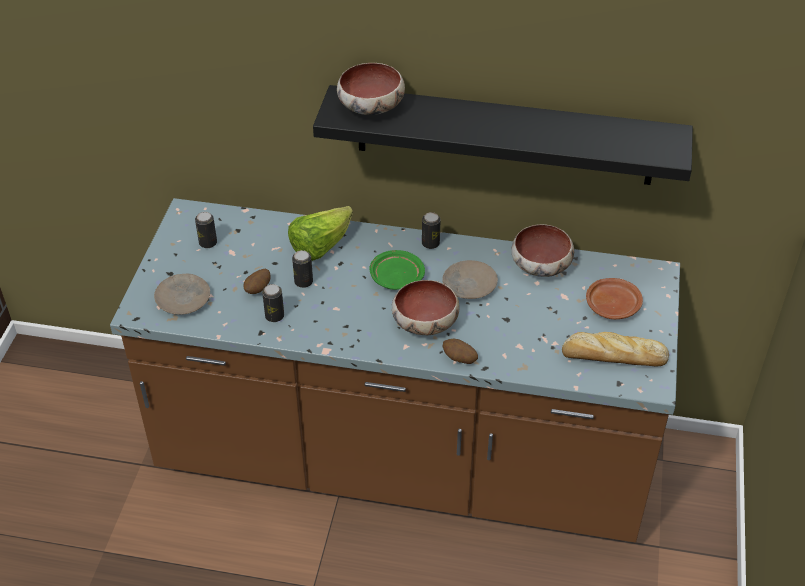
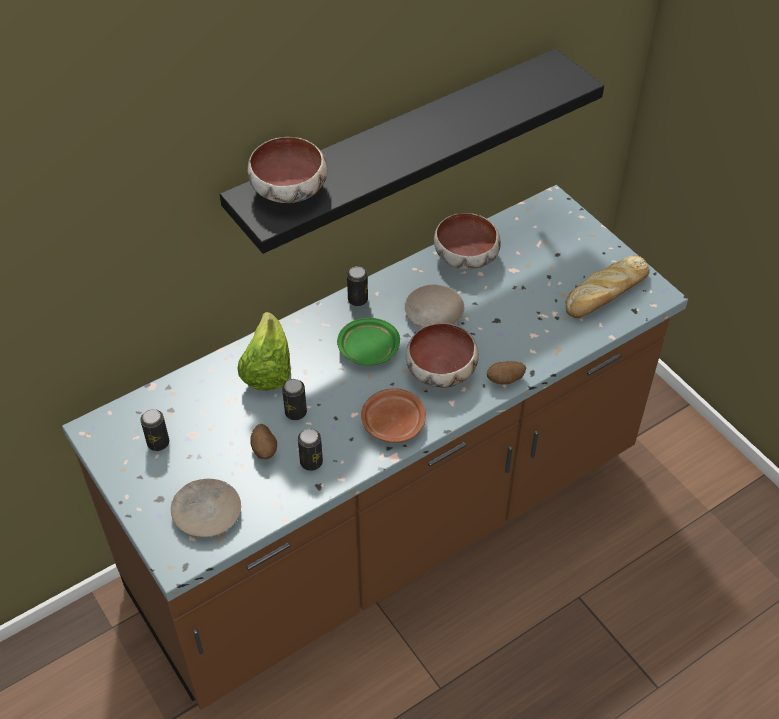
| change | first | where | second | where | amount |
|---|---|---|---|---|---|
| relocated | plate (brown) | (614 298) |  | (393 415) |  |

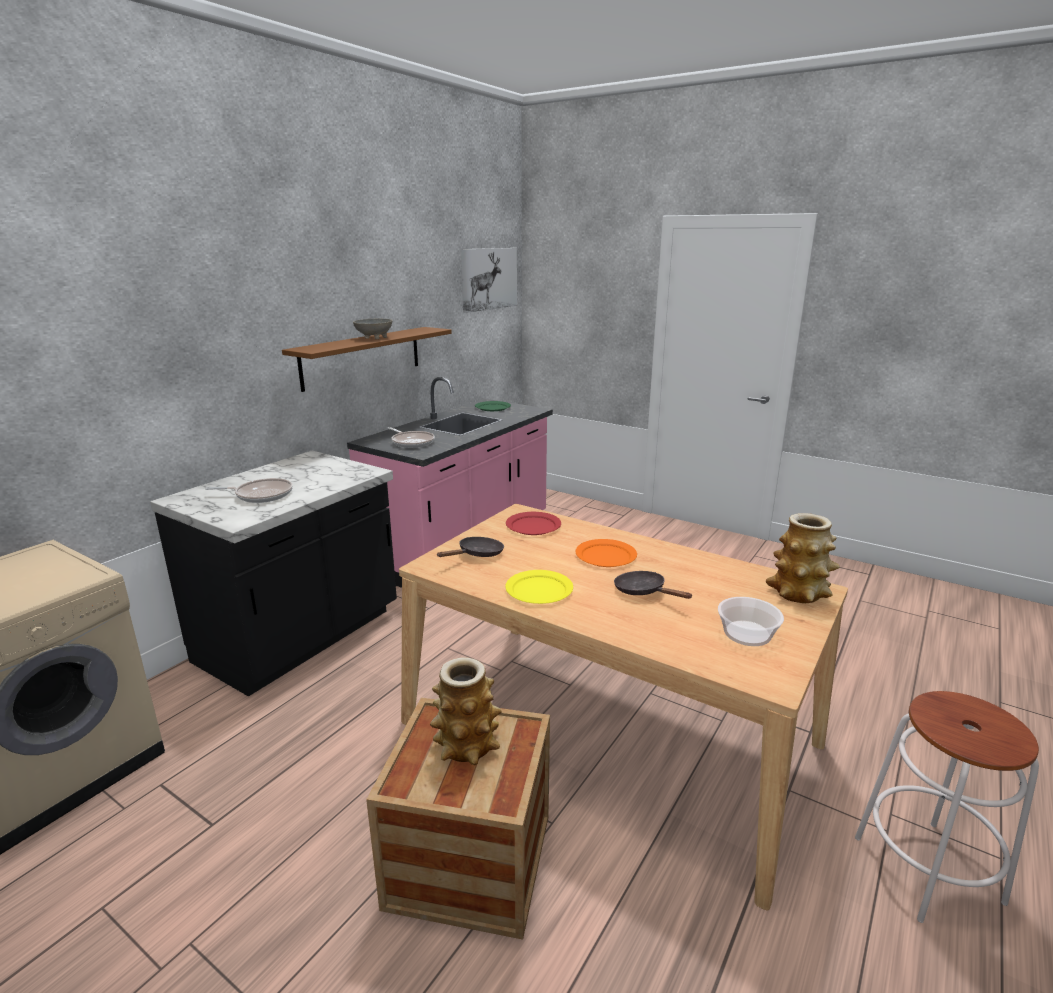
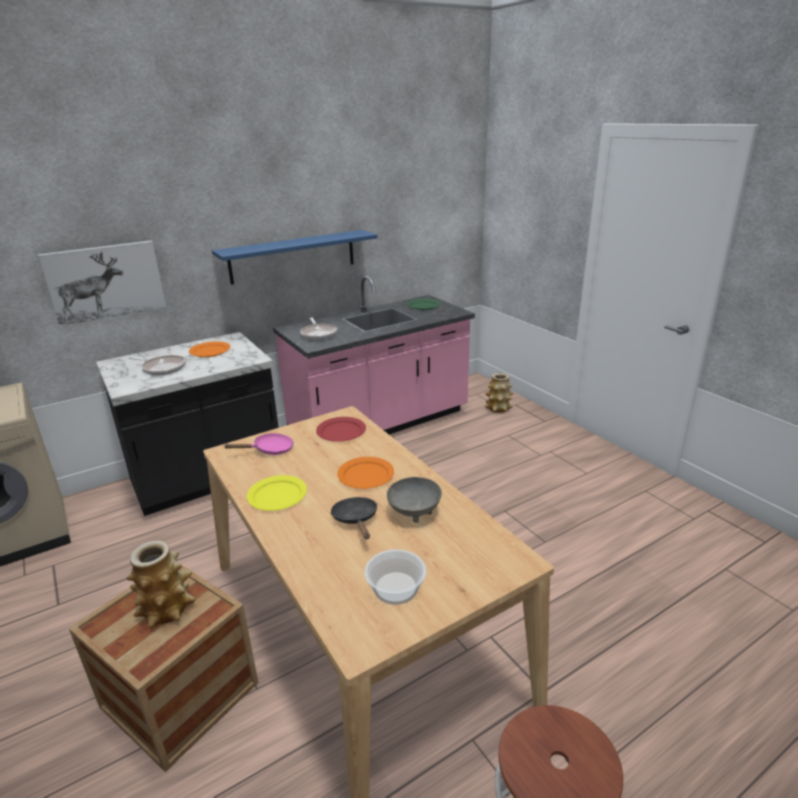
| change | first | where | second | where | amount |
|---|---|---|---|---|---|
| relocated | picture | (489 280) |  | (102 283) |  |
| appeared |  |  | plate (orange) | (209 349) |  |
| colour | shelf (brown) | (367 359) | shelf (blue) | (295 257) |  |
| colour | frying pan (black) | (470 547) | frying pan (pink) | (259 444) |  |
| relocated | bowl (grey) | (373 329) |  | (414 500) |  |
| relocated | vase | (803 558) |  | (499 393) |  |

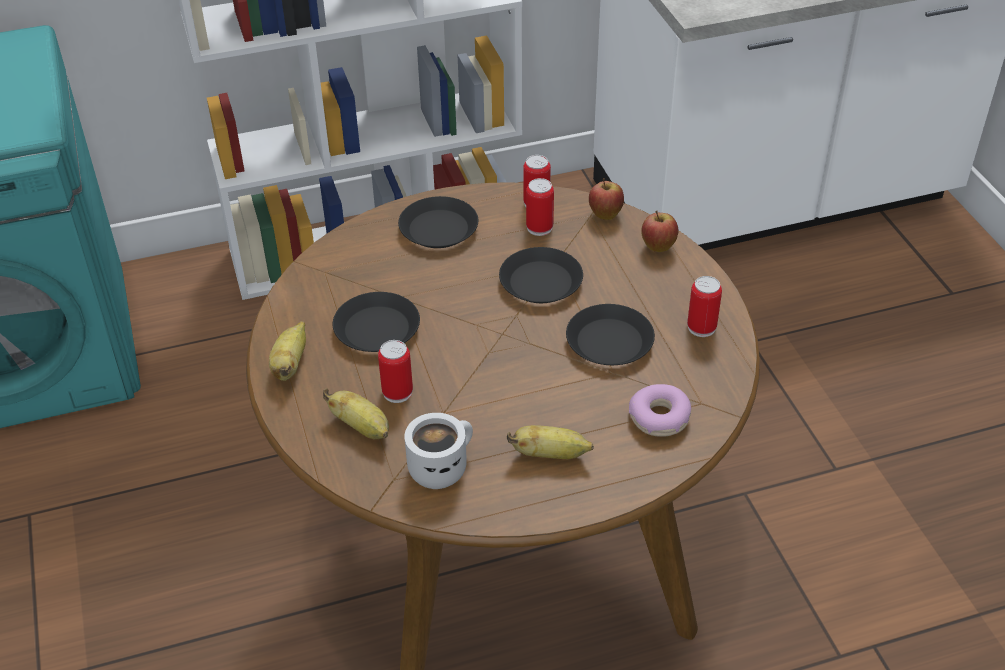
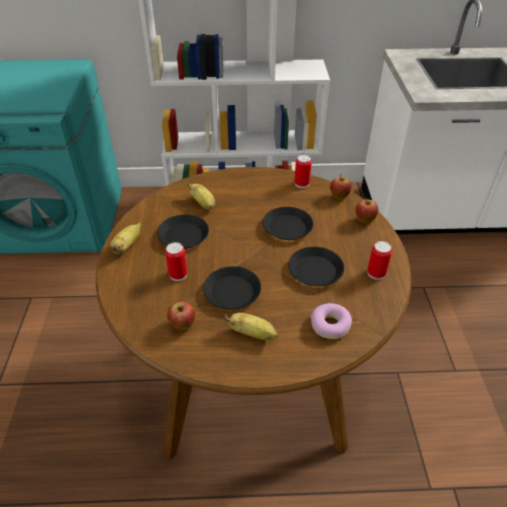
| change | first | where | second | where | amount |
|---|---|---|---|---|---|
| exchanged | mug (white) | (438 451) | apple | (181 316) |  |
| relocated | banana | (356 413) |  | (201 195) |  |
| relocated | plate (black) | (438 222) |  | (232 287) |  |
| missing | can | (540 207) |  |  |  |

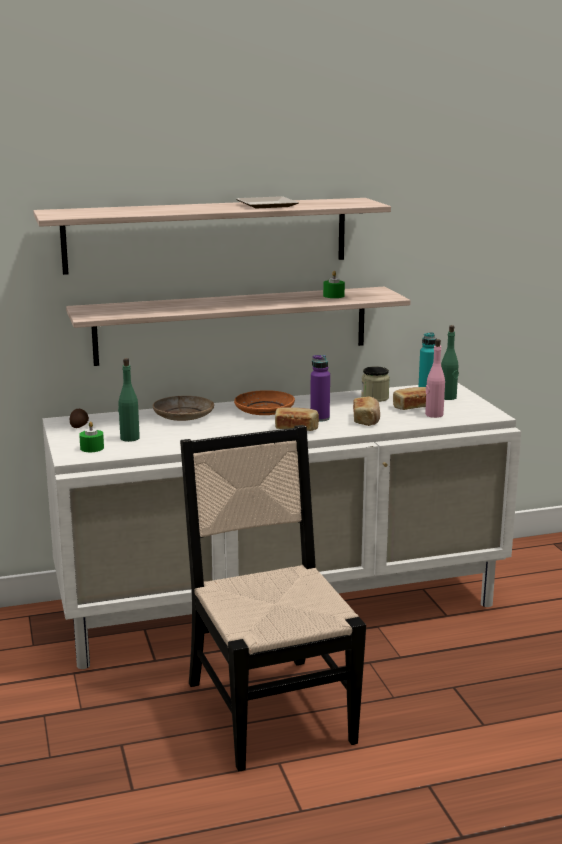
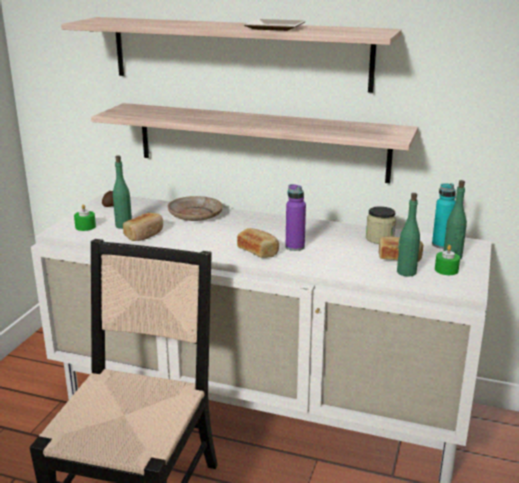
| change | first | where | second | where | amount |
|---|---|---|---|---|---|
| relocated | bread | (366 411) |  | (143 227) |  |
| colour | bottle (pink) | (435 378) | bottle (green) | (408 235) |  |
| relocated | candle (green) | (334 284) |  | (447 260) |  |
| missing | plate (orange) | (264 402) |  |  |  |

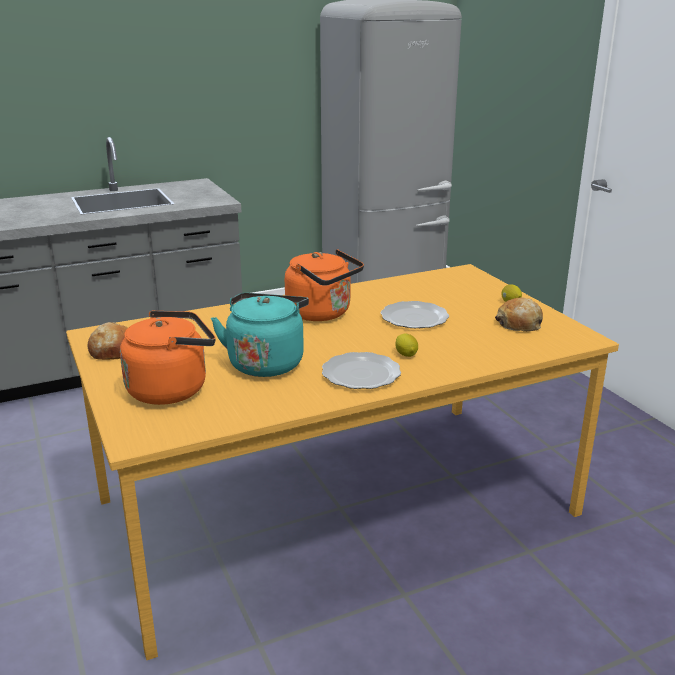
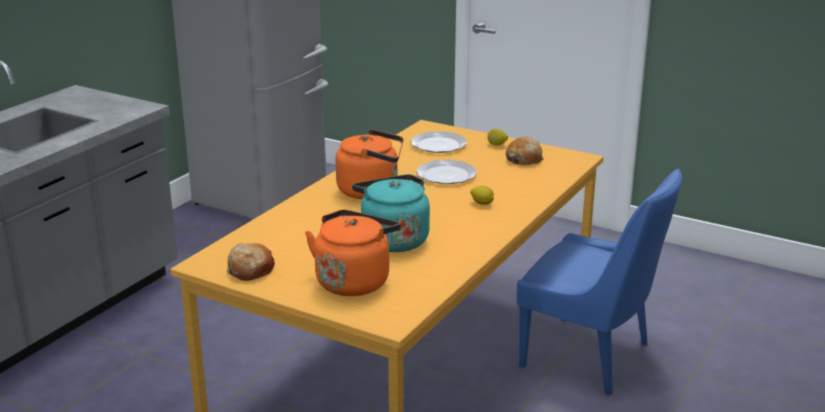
| change | first | where | second | where | amount |
|---|---|---|---|---|---|
| relocated | plate | (361 370) |  | (438 142) |  |
| appeared |  |  | chair (blue) | (599 282) |  |

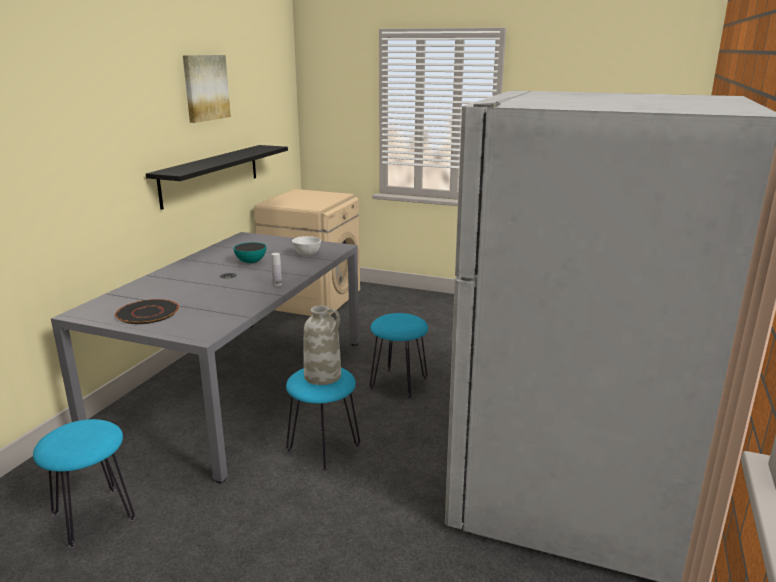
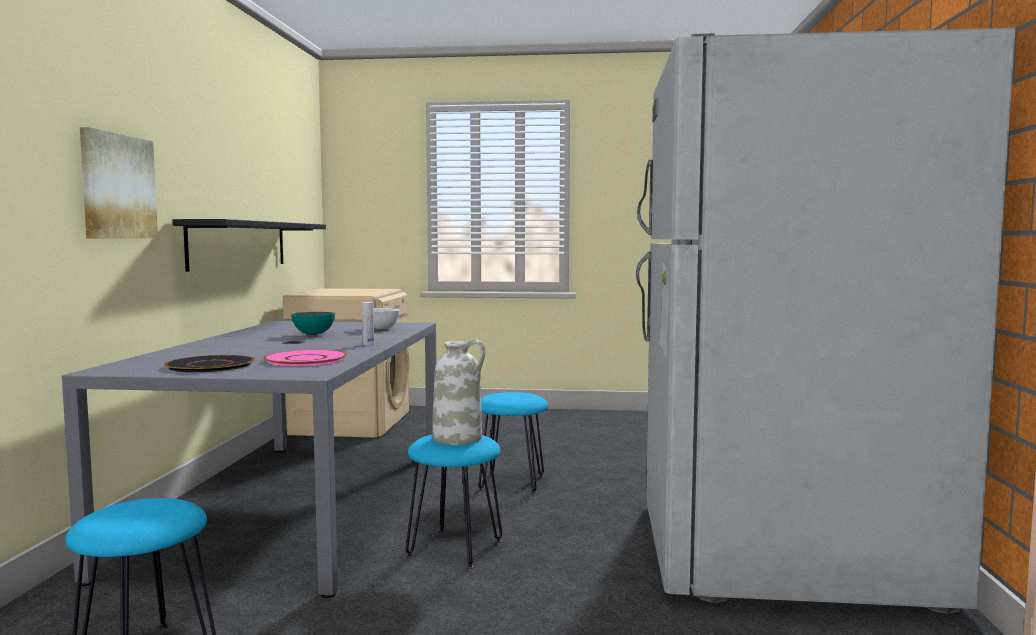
| change | first | where | second | where | amount |
|---|---|---|---|---|---|
| relocated | picture | (207 89) |  | (119 183) |  |
| appeared |  |  | plate (pink) | (305 358) |  |

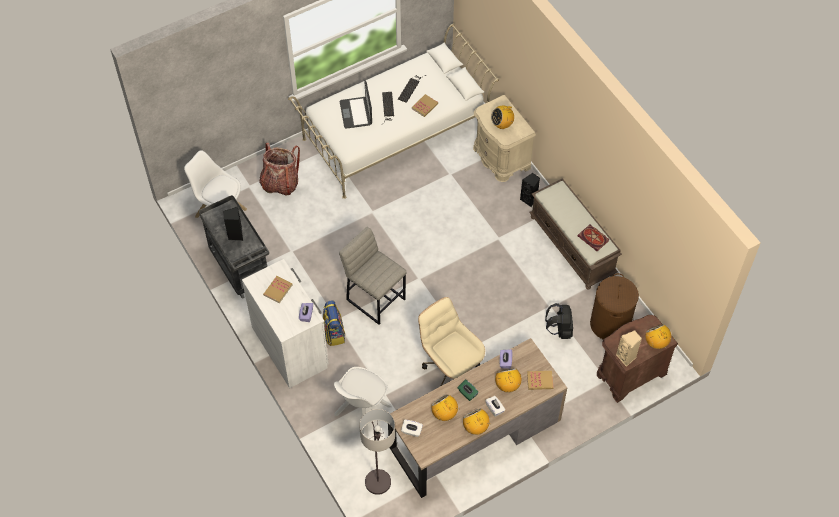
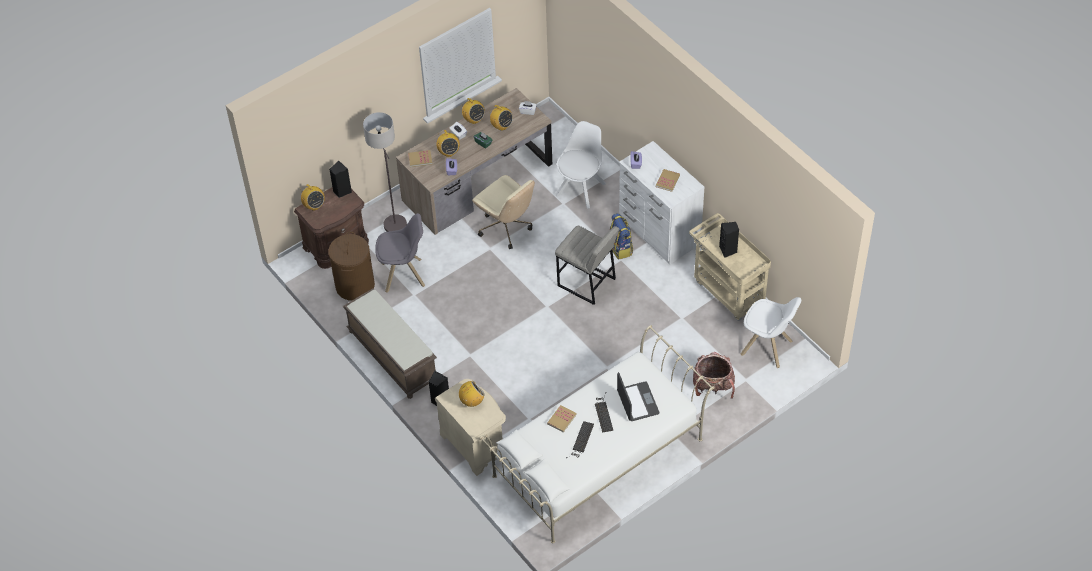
| change | first | where | second | where | amount |
|---|---|---|---|---|---|
| colour | speaker (beige) | (629 349) | speaker (black) | (340 179) |  |
| relocated | floor lamp (grey) | (377 452) |  | (385 172) |  |
| exchanged | backpack (black) | (559 321) | chair (grey) | (400 253) |  |
| colour | cart (black) | (234 247) | cart (beige) | (730 267) |  |
| missing | book | (593 238) |  |  |  |

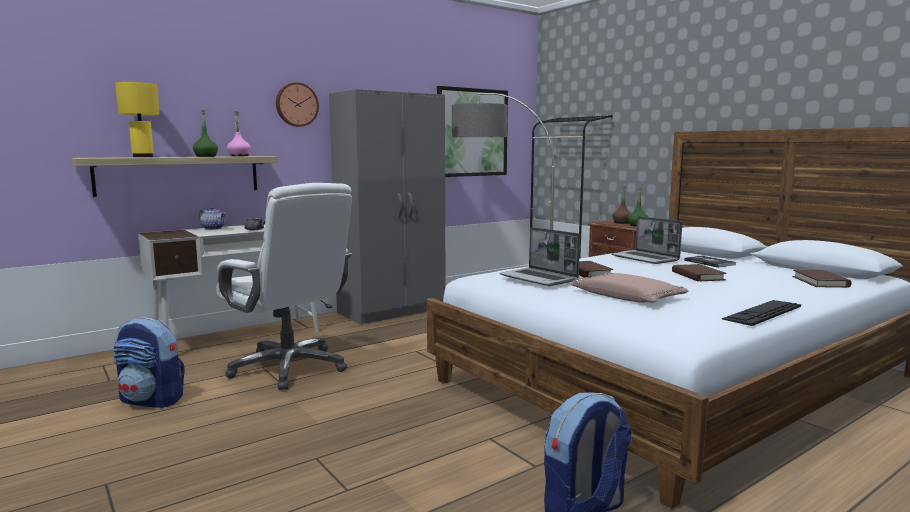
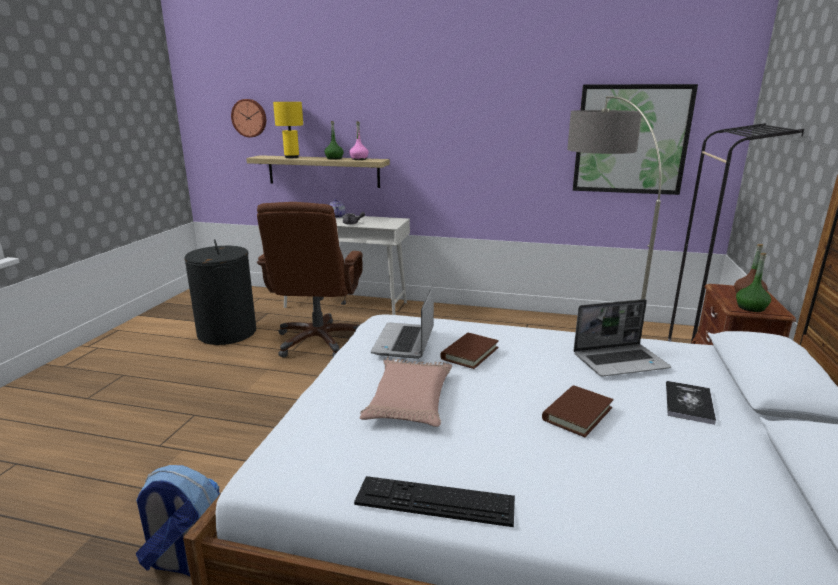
| change | first | where | second | where | amount |
|---|---|---|---|---|---|
| exchanged | backpack | (149 362) | laundry basket (black) | (220 292) |  |
| relocated | wall clock | (297 104) |  | (248 118) |  |
| colour | office chair (white) | (284 286) | office chair (brown) | (310 279) |  |
| spun | laptop | (647 240) |  | (622 337) | 120 degrees counterclockwise |
| missing | wardrobe (grey) | (387 207) |  |  |  |
| missing | book (brown) | (821 279) |  |  |  |

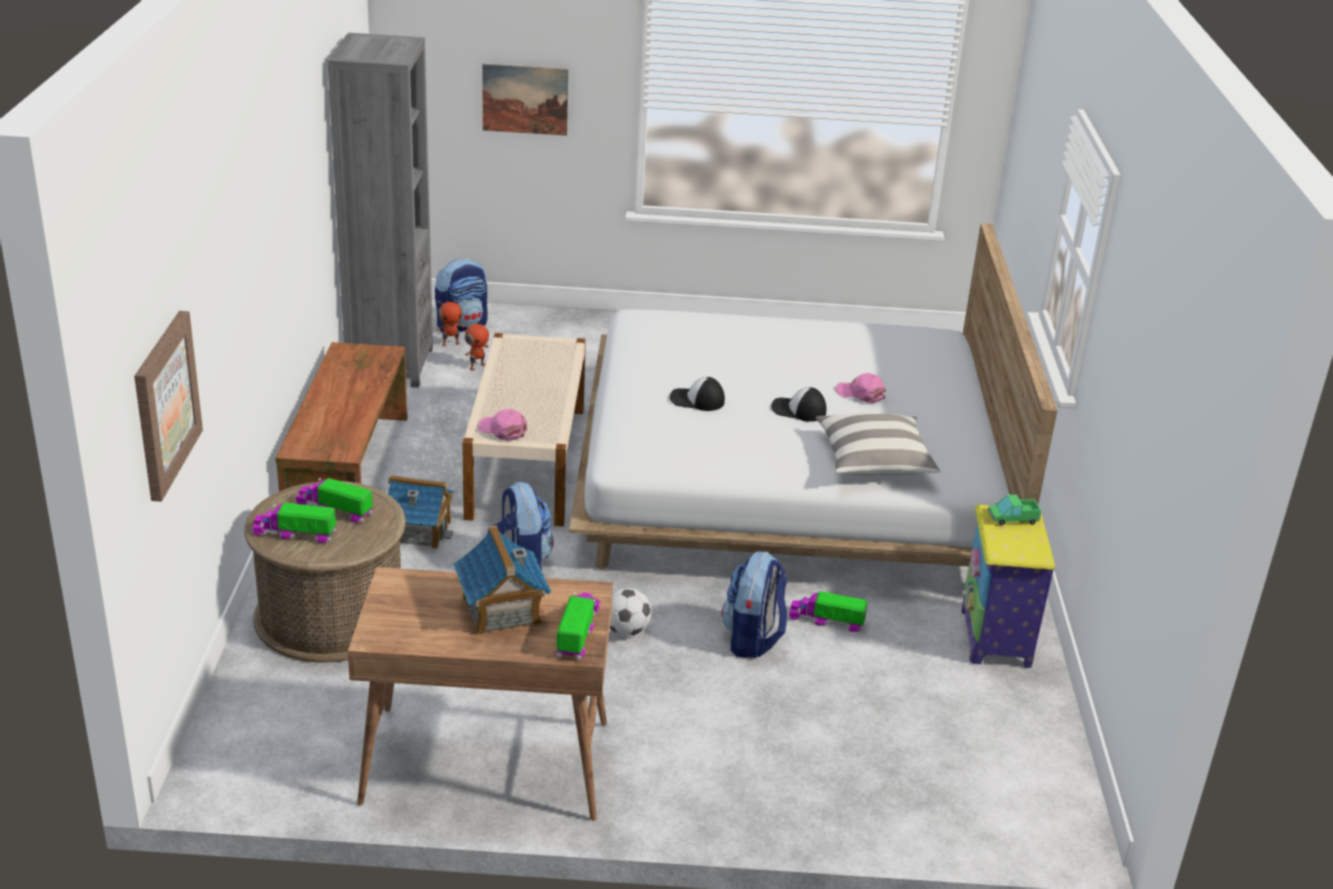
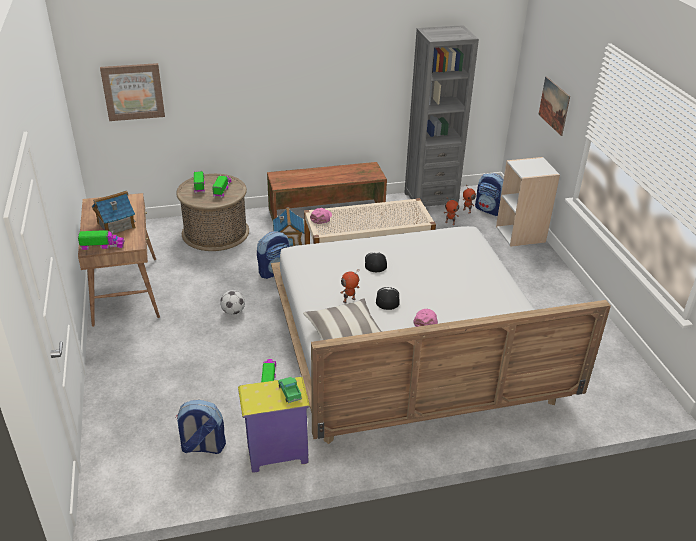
| change | first | where | second | where | amount |
|---|---|---|---|---|---|
| relocated | backpack | (754 604) |  | (200 427) |  |
| appeared |  |  | toy robot | (350 286) |  |
| appeared |  |  | bookcase | (528 202) |  |

